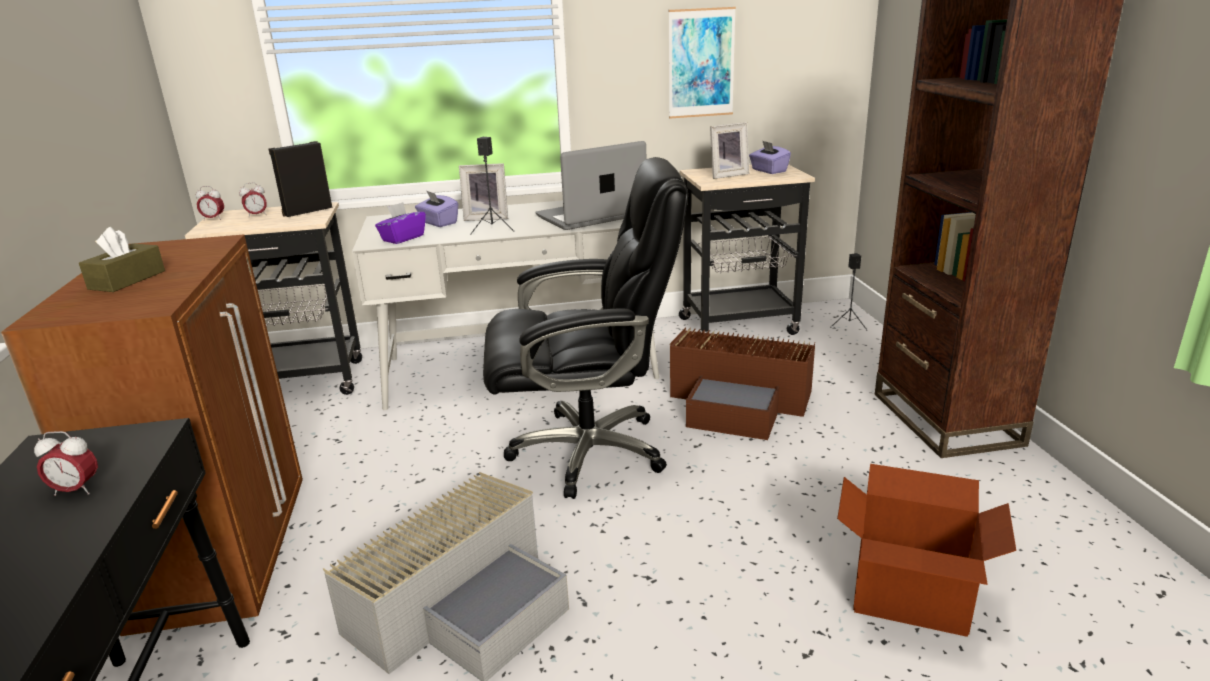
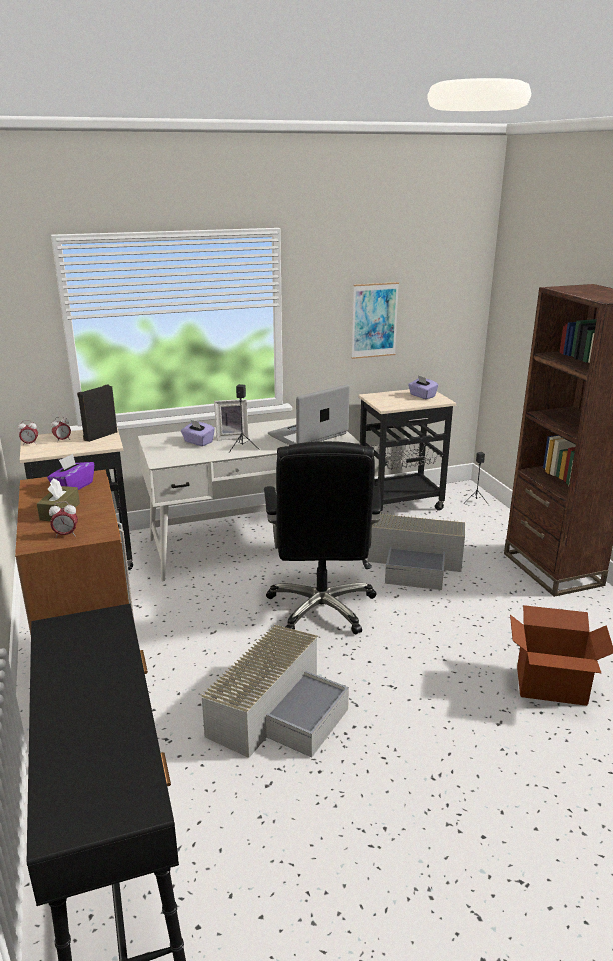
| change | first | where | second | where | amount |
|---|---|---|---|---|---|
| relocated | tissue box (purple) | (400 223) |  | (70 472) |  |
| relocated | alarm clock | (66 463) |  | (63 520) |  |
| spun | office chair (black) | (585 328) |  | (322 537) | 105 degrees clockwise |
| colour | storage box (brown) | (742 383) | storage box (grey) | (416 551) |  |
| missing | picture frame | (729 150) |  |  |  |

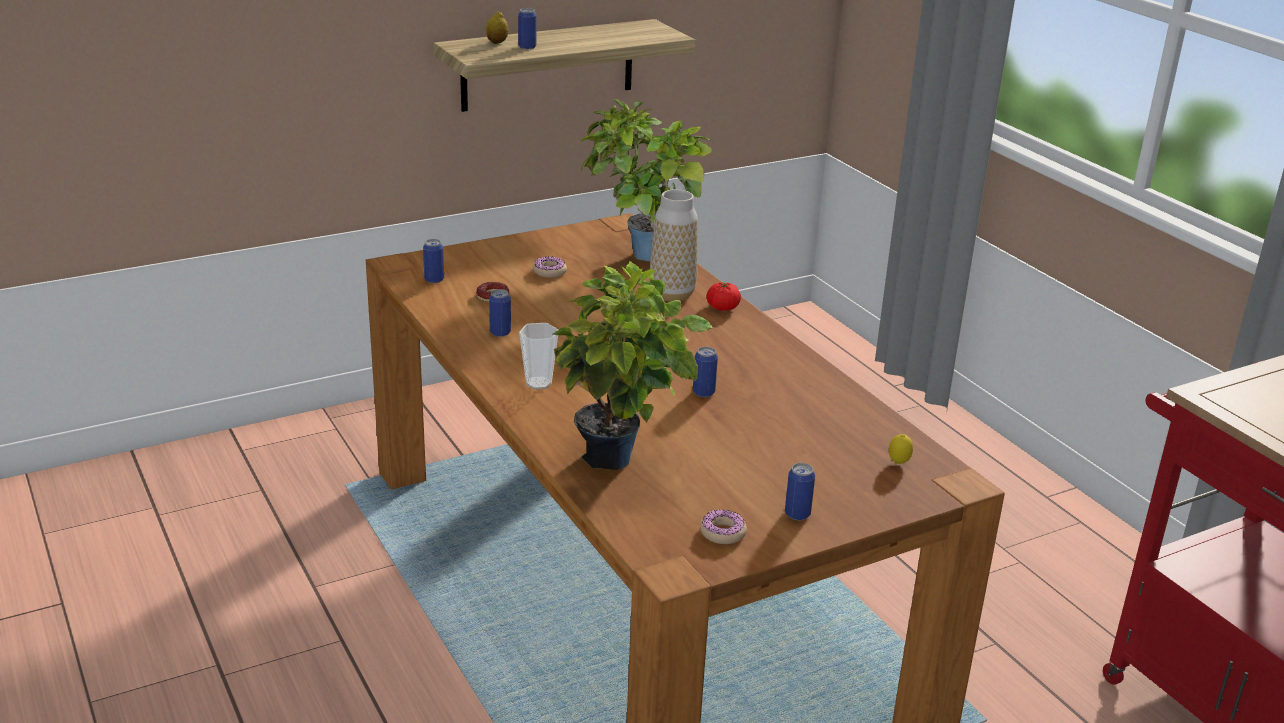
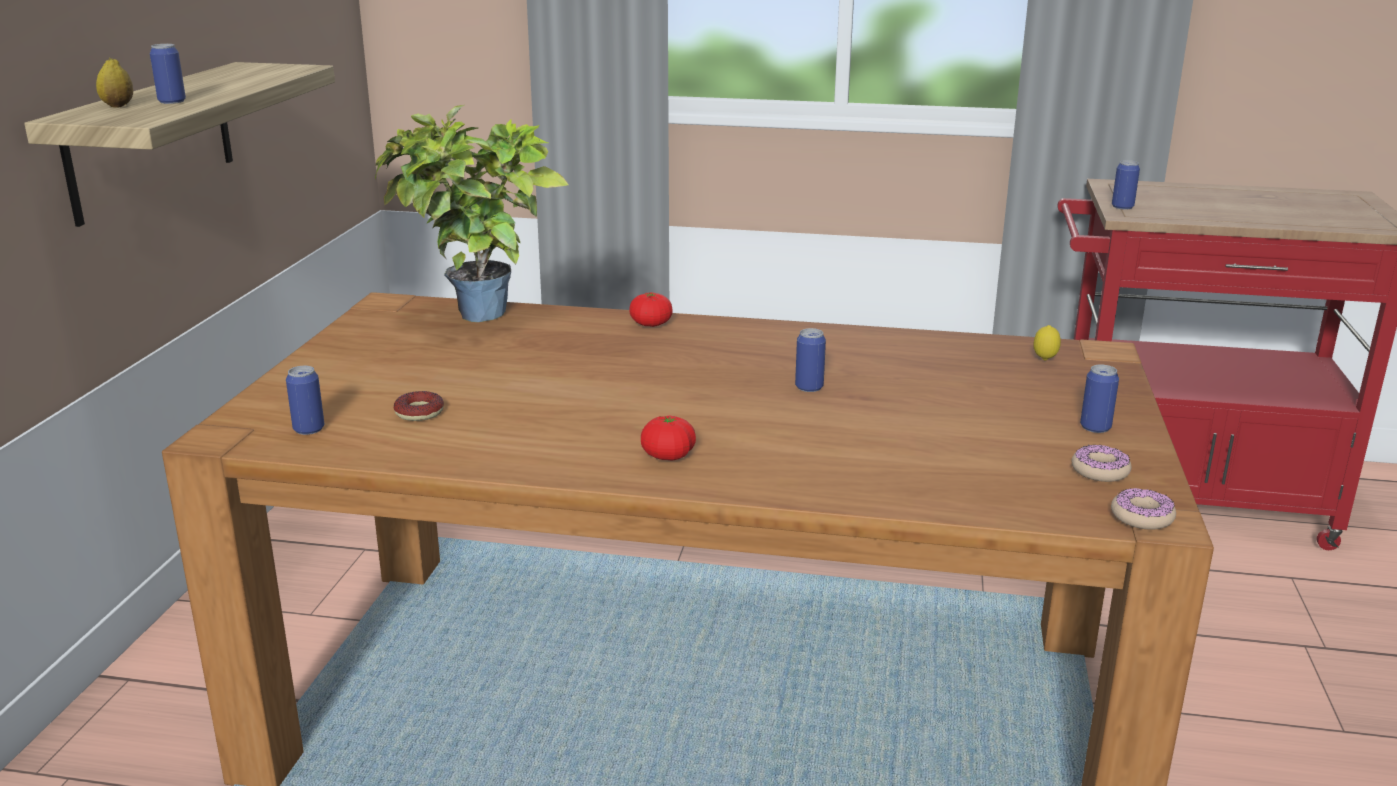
| change | first | where | second | where | amount |
|---|---|---|---|---|---|
| exchanged | cup | (538 356) | tomato | (668 438) |  |
| relocated | donut | (550 267) |  | (1143 509) |  |
| relocated | can | (500 313) |  | (1126 185) |  |
| missing | potted plant | (633 365) |  |  |  |
| missing | vase | (673 245) |  |  |  |

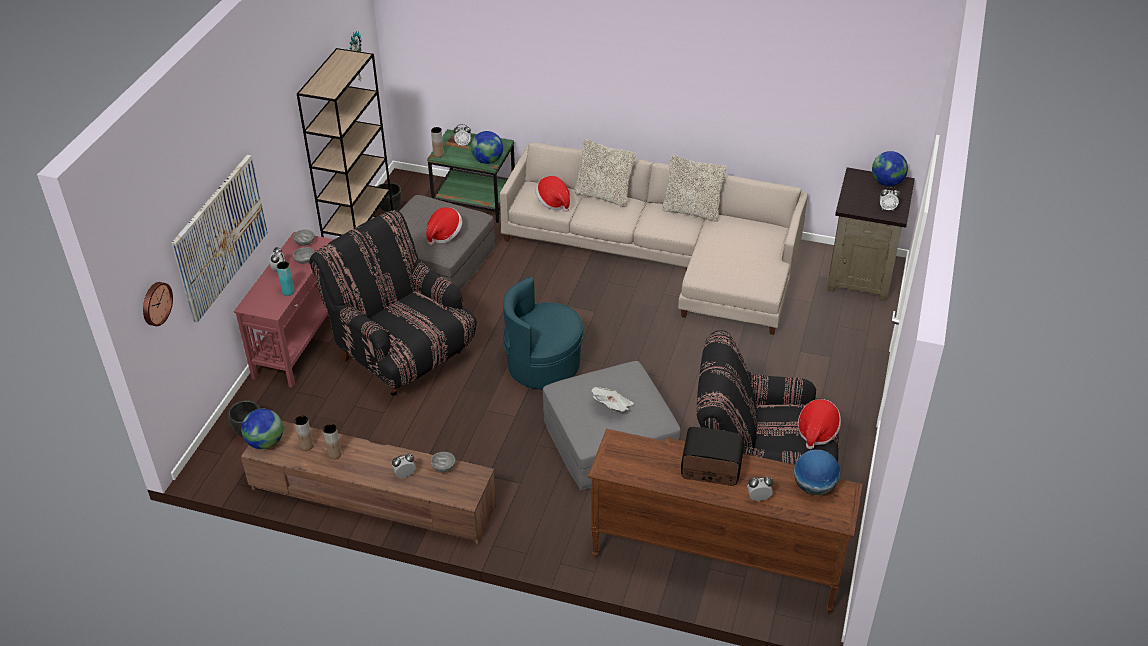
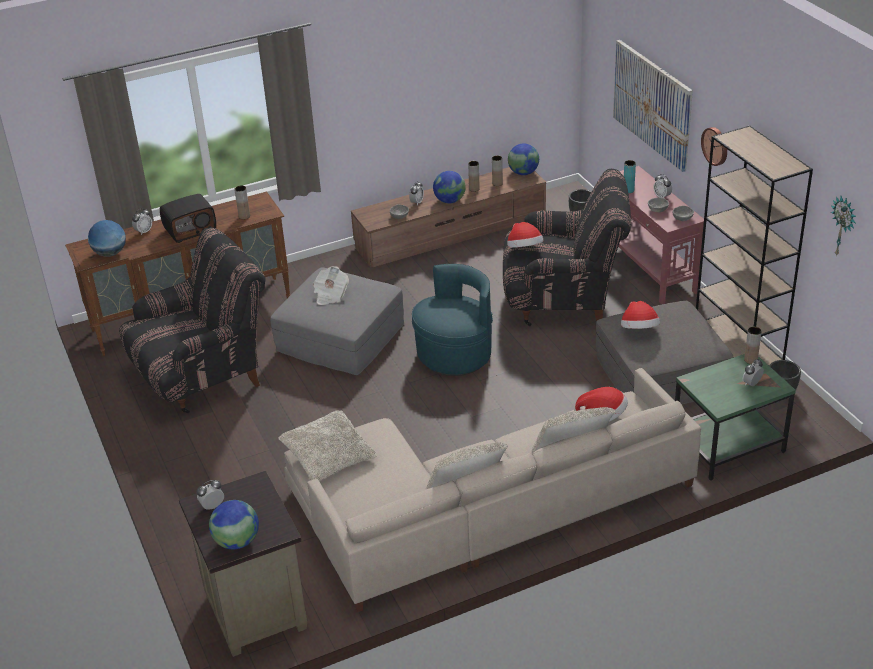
| change | first | where | second | where | amount |
|---|---|---|---|---|---|
| appeared |  |  | vase (brown) | (242 202) |  |
| appeared |  |  | pillow (beige) | (328 445) |  |
| relocated | globe | (487 147) |  | (449 187) |  |
| relocated | hat | (819 424) |  | (525 235) |  |
| relocated | wall clock | (158 304) |  | (714 146) |  |

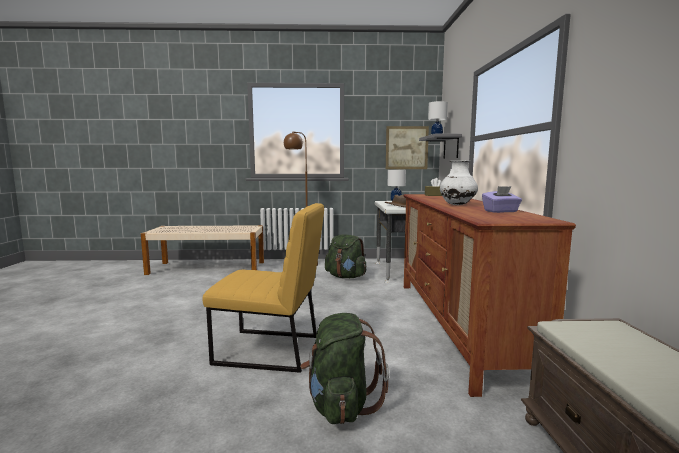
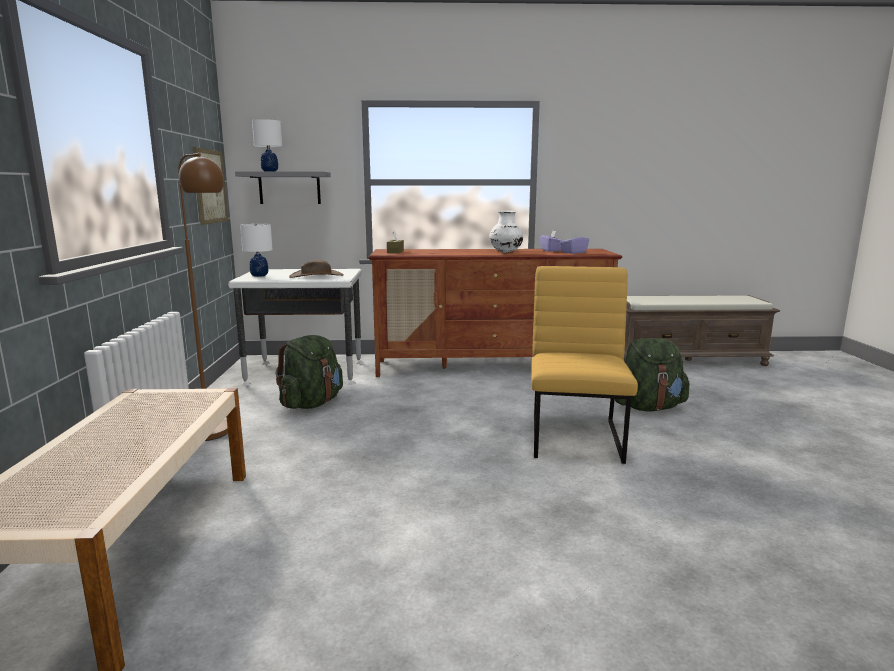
| change | first | where | second | where | amount |
|---|---|---|---|---|---|
| appeared |  |  | tissue box (purple) | (574 243) |  |

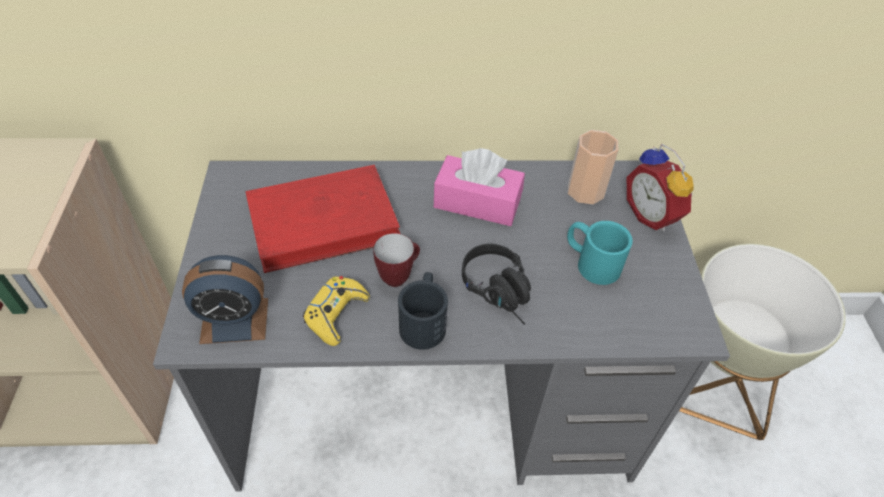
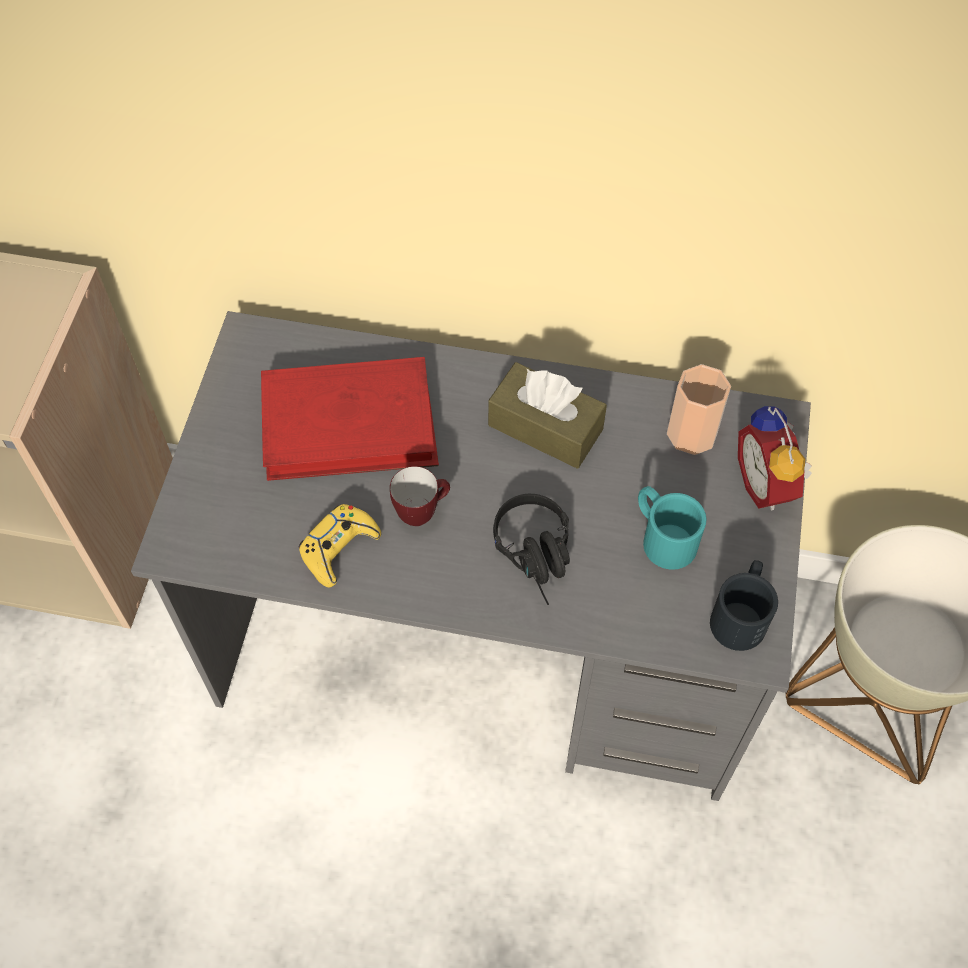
| change | first | where | second | where | amount |
|---|---|---|---|---|---|
| colour | tissue box (pink) | (479 187) | tissue box (brown) | (547 415) |  |
| relocated | mug (black) | (423 311) |  | (744 605) |  |
| missing | alarm clock | (225 299) |  |  |  |

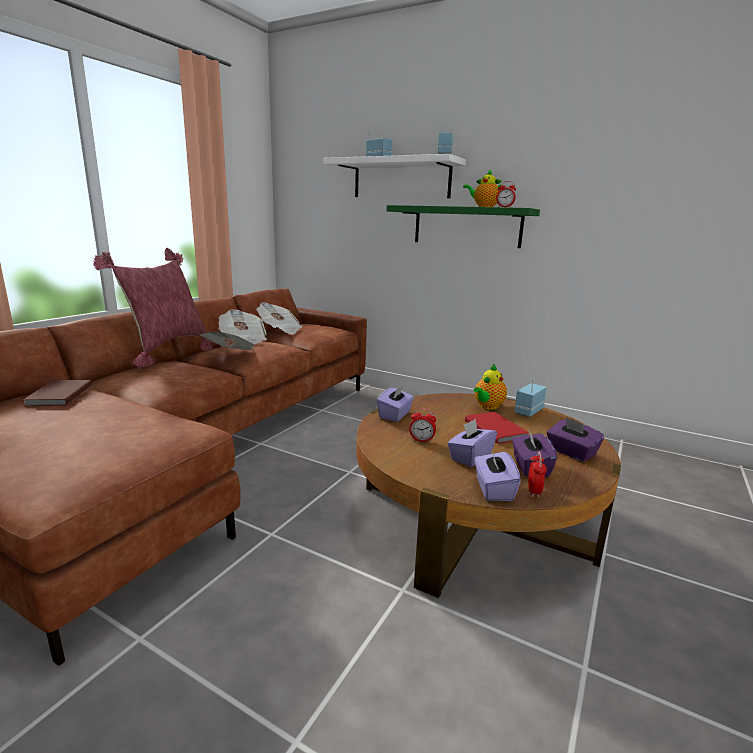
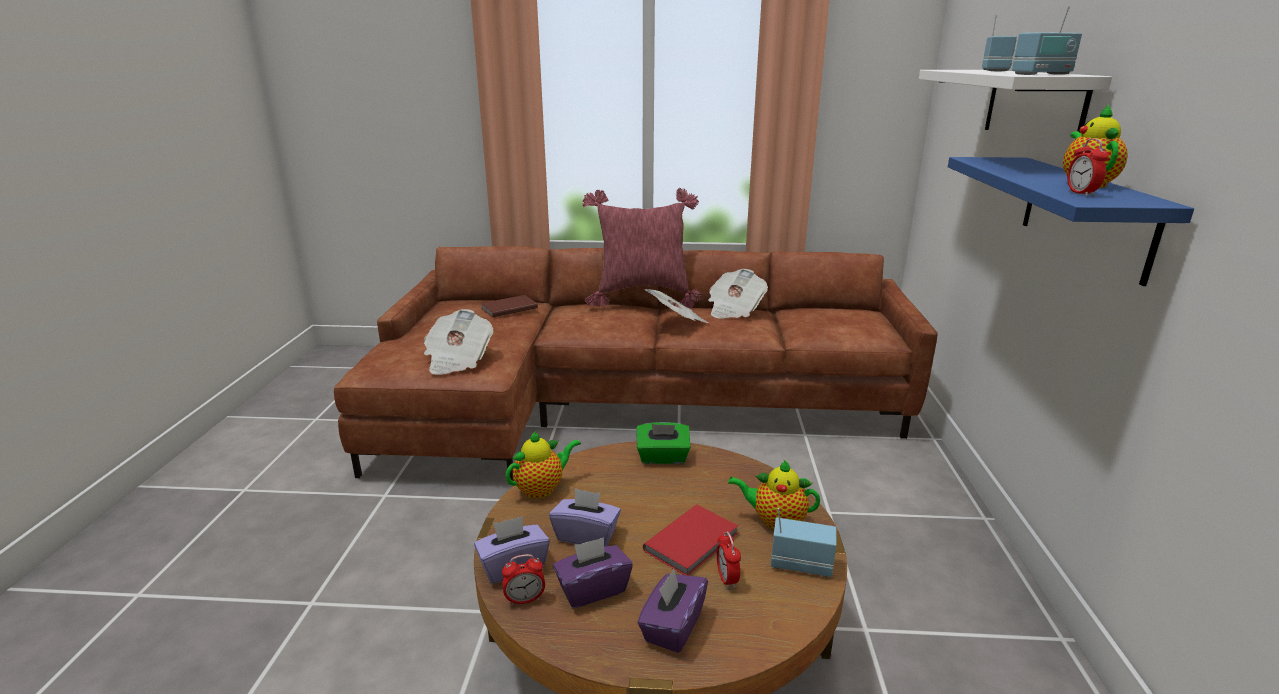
| change | first | where | second | where | amount |
|---|---|---|---|---|---|
| relocated | newspaper | (279 318) |  | (458 342) |  |
| appeared |  |  | teapot | (543 464) |  |
| colour | tissue box (purple) | (395 403) | tissue box (green) | (663 443) |  |
| relocated | alarm clock | (422 425) |  | (729 560) |  |
| colour | shelf (green) | (463 226) | shelf (blue) | (1071 221) |  |

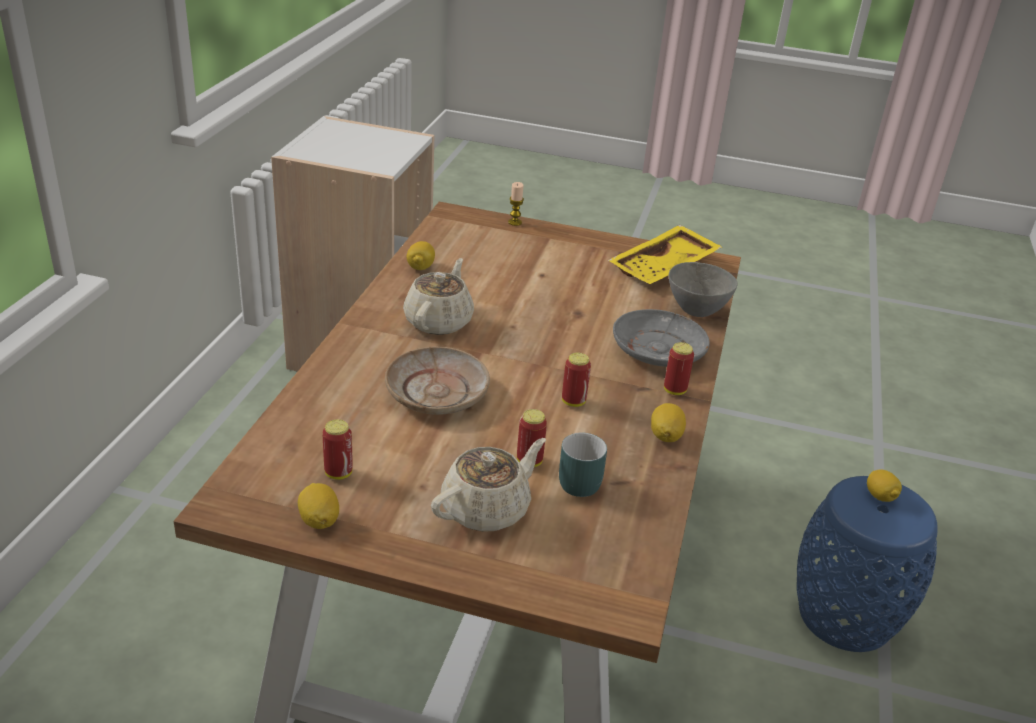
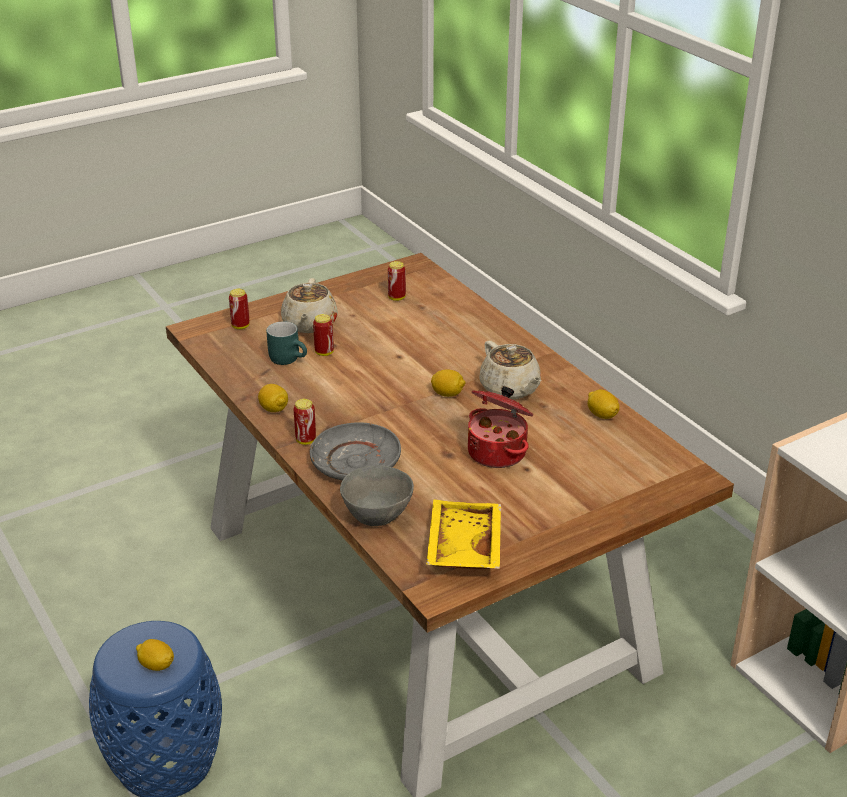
| change | first | where | second | where | amount |
|---|---|---|---|---|---|
| relocated | can | (576 380) |  | (239 309) |  |
| relocated | lemon | (318 506) |  | (448 383) |  |
| appeared |  |  | cooking pot | (500 427) |  |
| missing | plate (beige) | (437 381) |  |  |  |
| missing | candle | (516 204) |  |  |  |

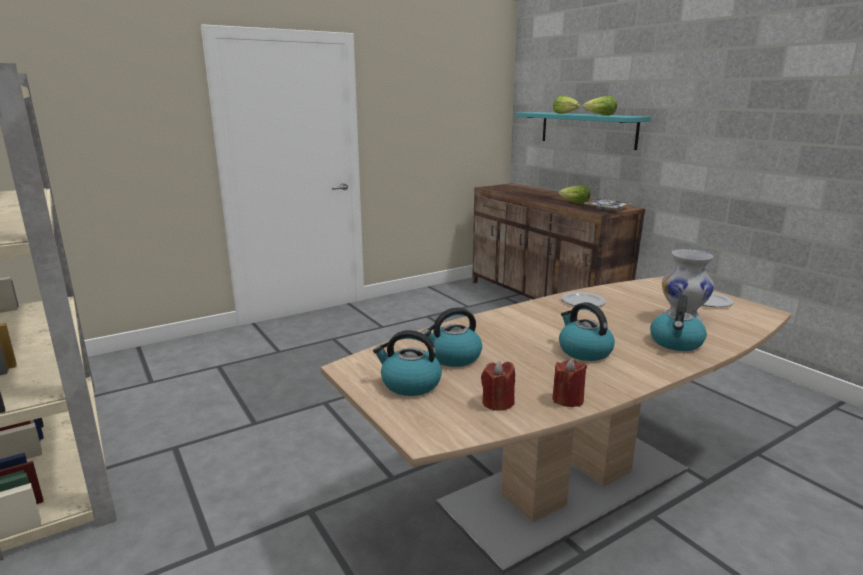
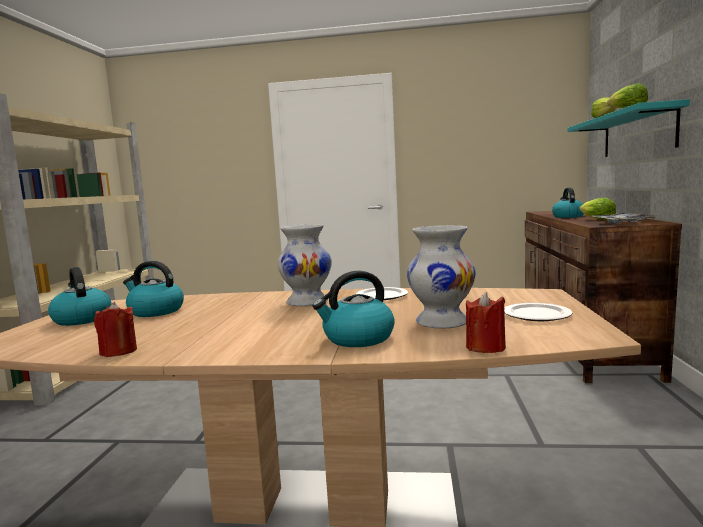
| change | first | where | second | where | amount |
|---|---|---|---|---|---|
| appeared |  |  | vase (white) | (304 265) |  |
| relocated | candle (red) | (498 386) |  | (486 322) |  |
| relocated | kettle | (587 331) |  | (568 203) |  |

